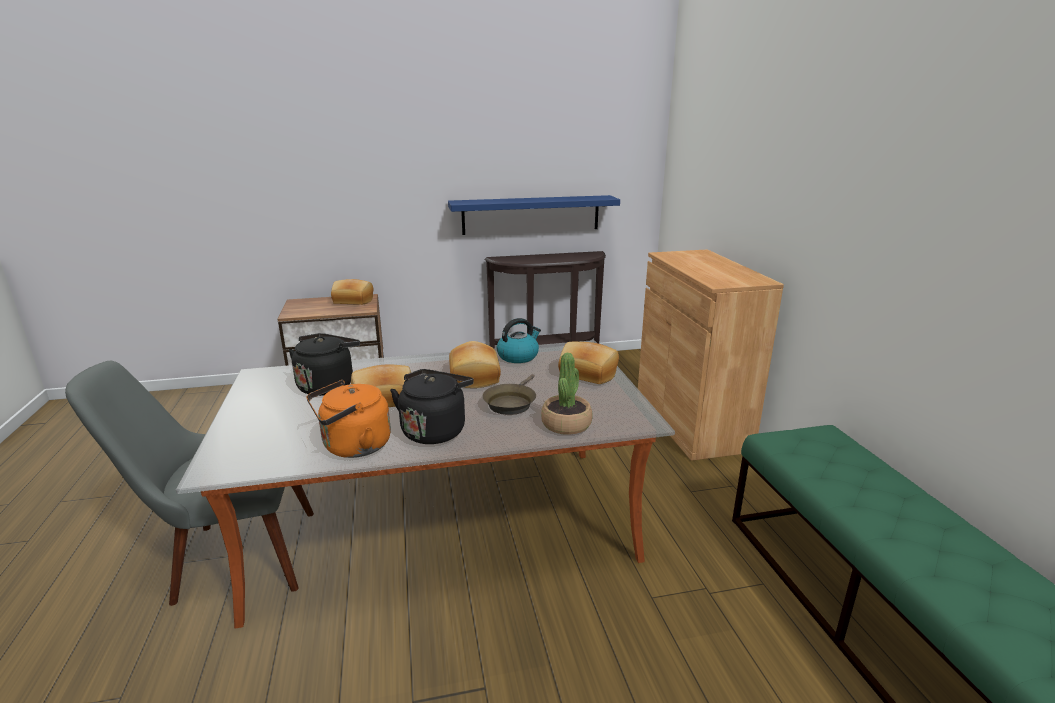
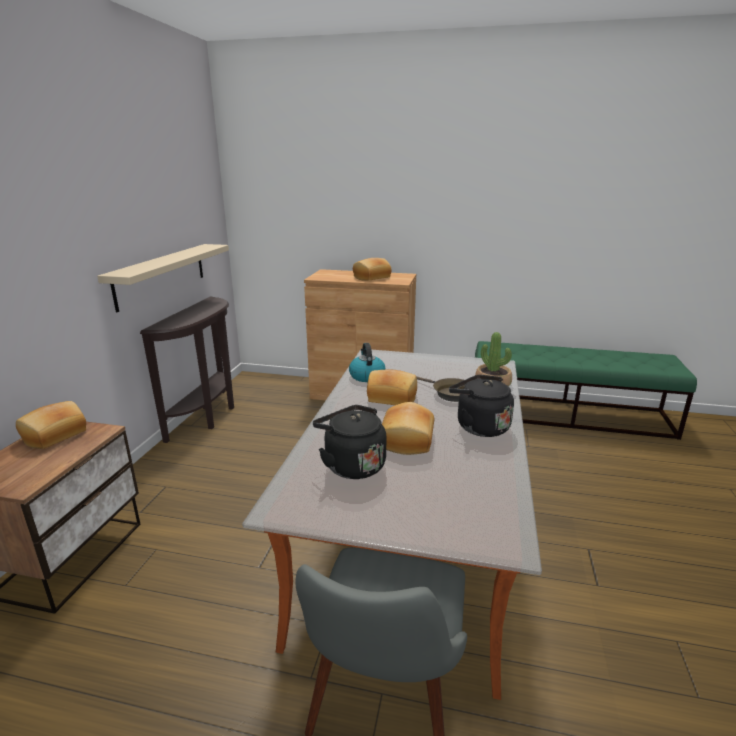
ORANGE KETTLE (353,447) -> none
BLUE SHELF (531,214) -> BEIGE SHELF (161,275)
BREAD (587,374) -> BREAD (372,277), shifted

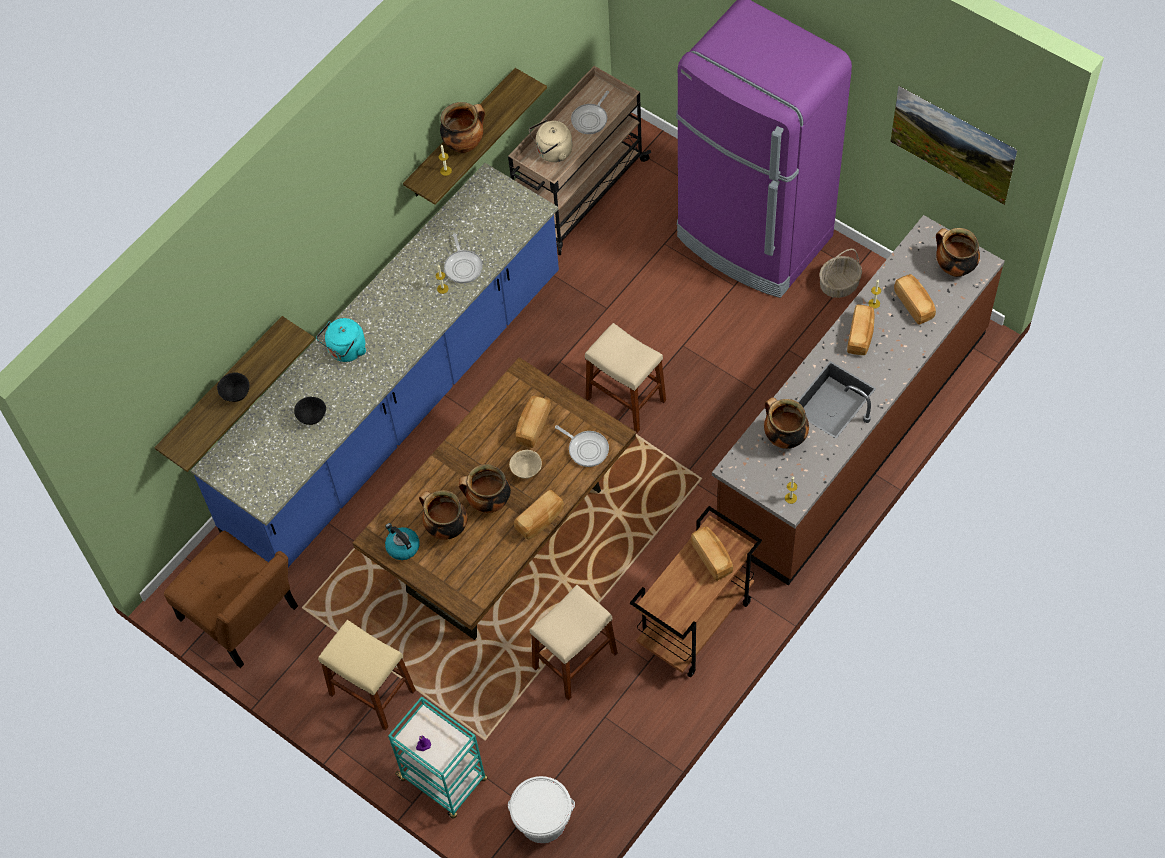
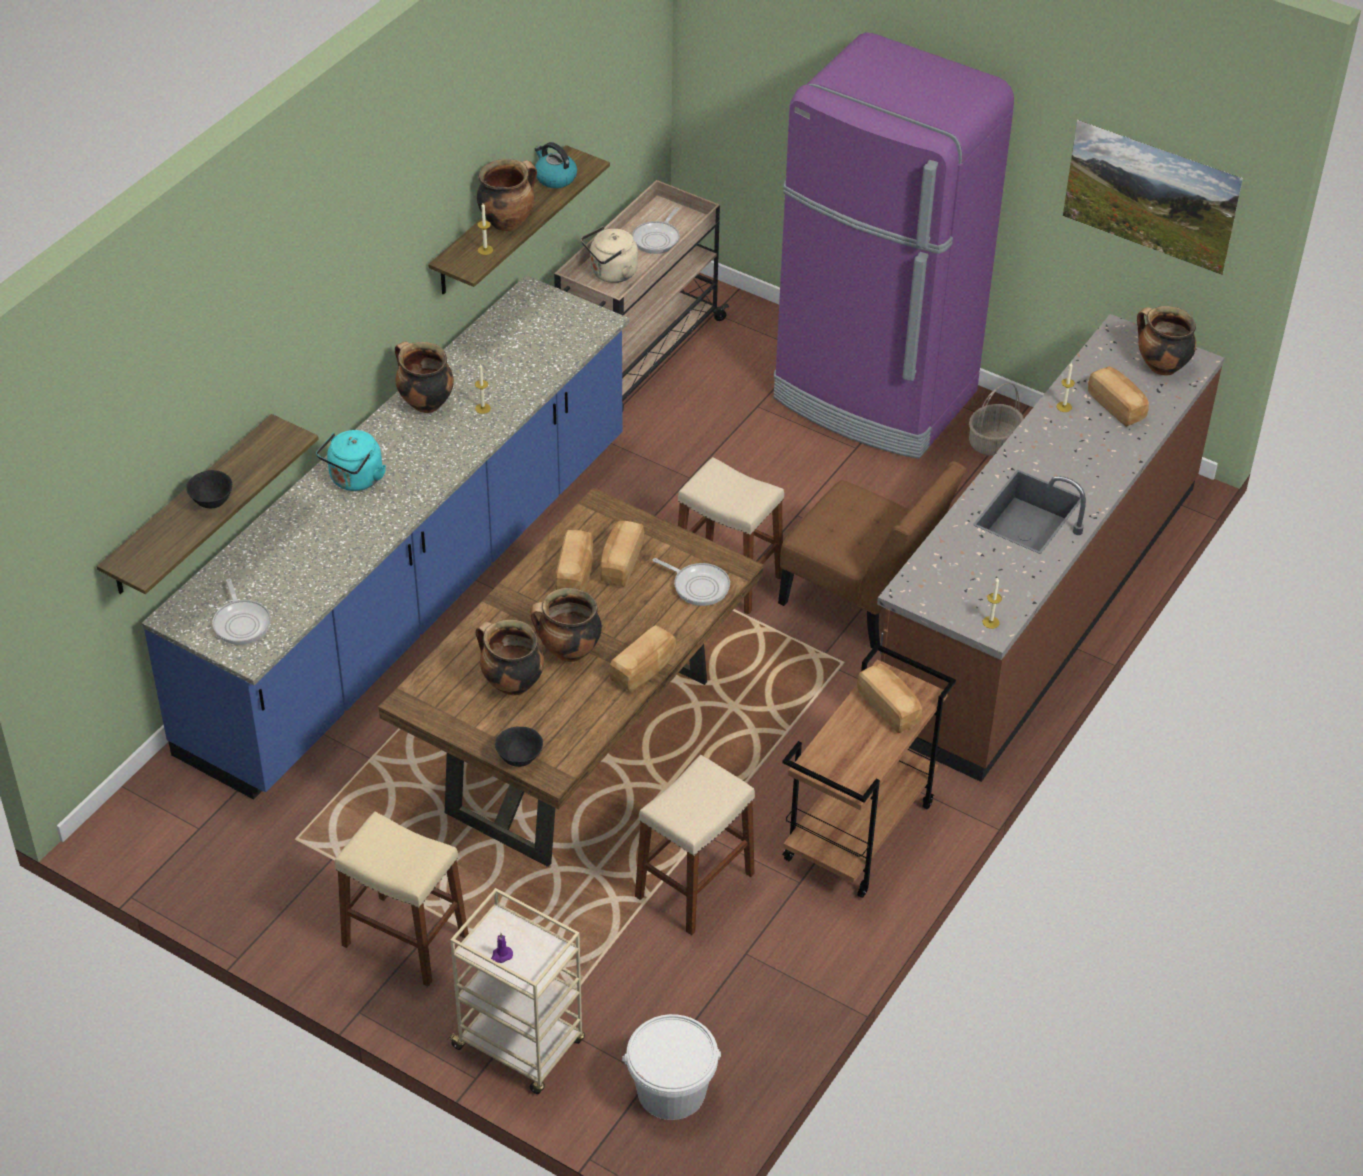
BROWN CHAIR (242,617) -> BROWN CHAIR (863,599), shifted
BLACK BOWL (312,418) -> BLACK BOWL (520,759), shifted
KETTLE (402,546) -> KETTLE (555,178), shifted
TURQUOISE CART (444,780) -> BEIGE CART (520,1045)
FRYING PAN (463,266) -> FRYING PAN (241,623), shifted
BEIGE BOWL (526,471) -> none
COOKING POT (784,438) -> COOKING POT (424,403), shifted
BREAD (861,336) -> BREAD (576,573), shifted

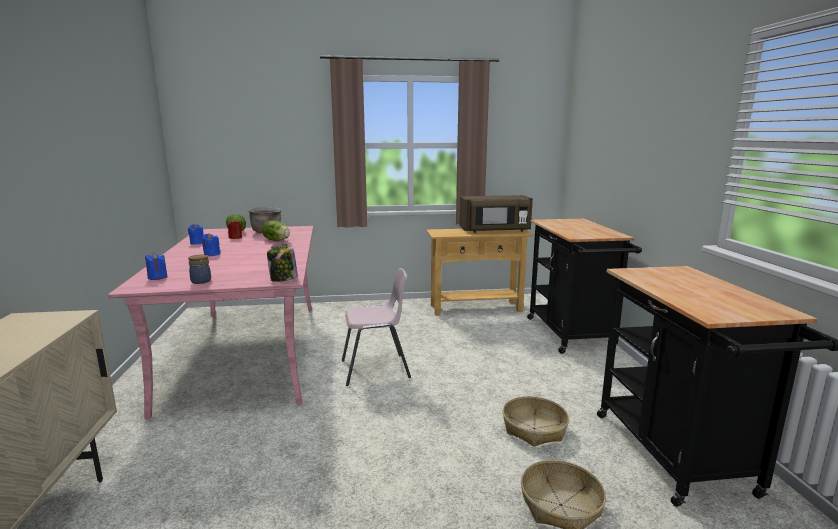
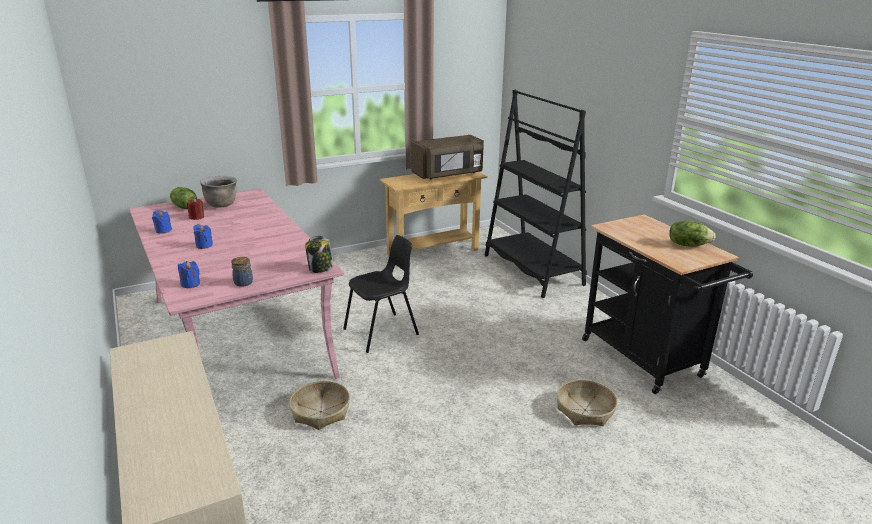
LETTUCE (277,240) -> LETTUCE (688,245), shifted
PINK CHAIR (376,369) -> BLACK CHAIR (382,332)
BASKET (534,428) -> BASKET (321,411), shifted
BLACK CART (572,336) -> BLACK BOOKCASE (532,270)

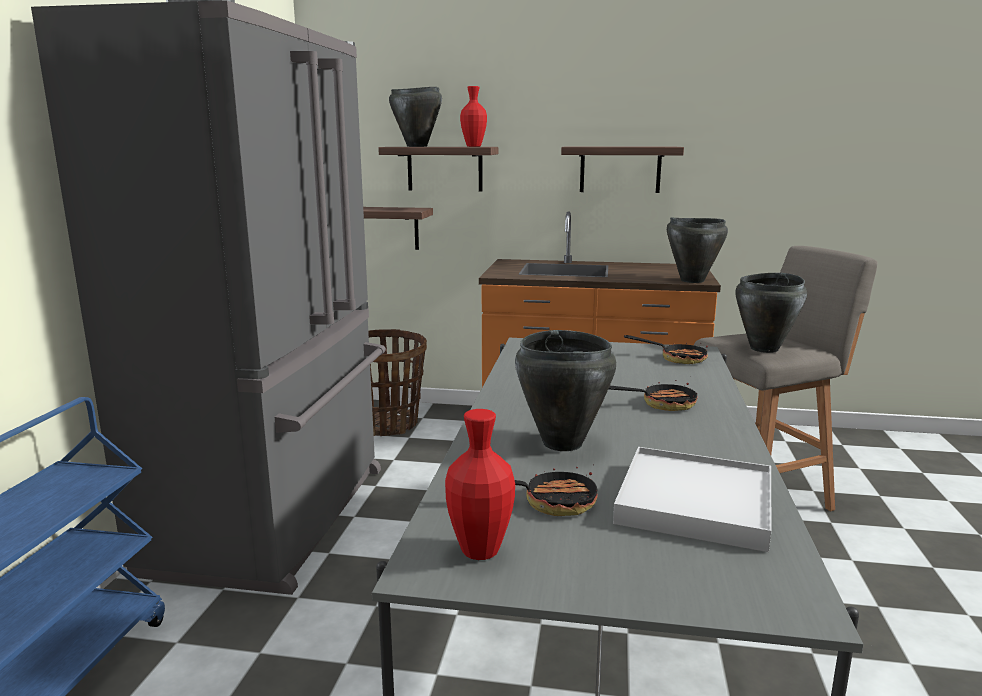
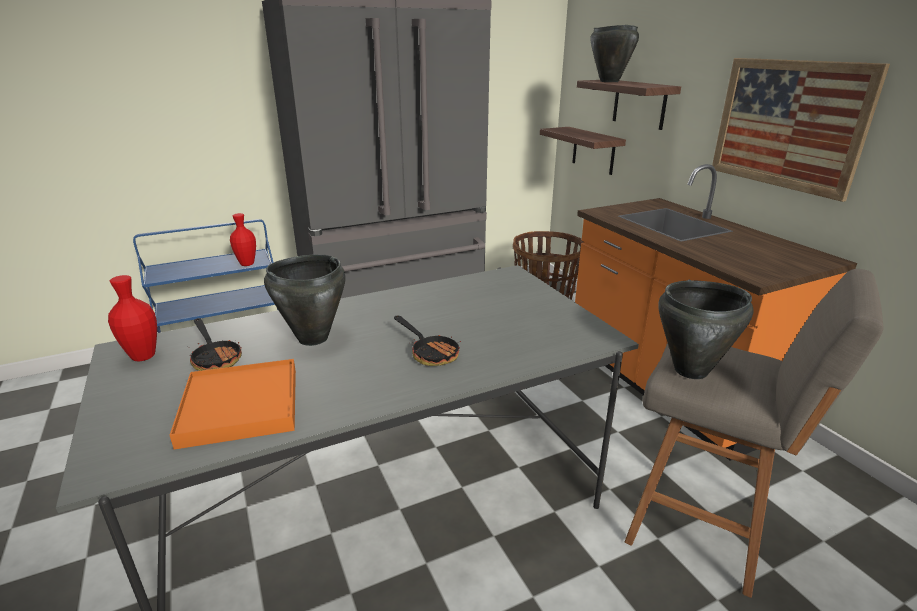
RED VASE (473,146) -> RED VASE (247,264), shifted
SHELF (620,169) -> PICTURE (788,124)
WHITE TRAY (695,503) -> ORANGE TRAY (241,406)
FRYING PAN (676,358) -> none
BLACK COOKING POT (691,280) -> none

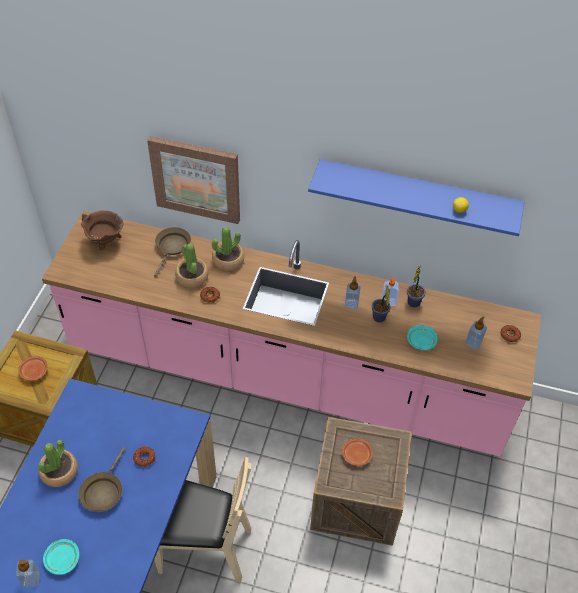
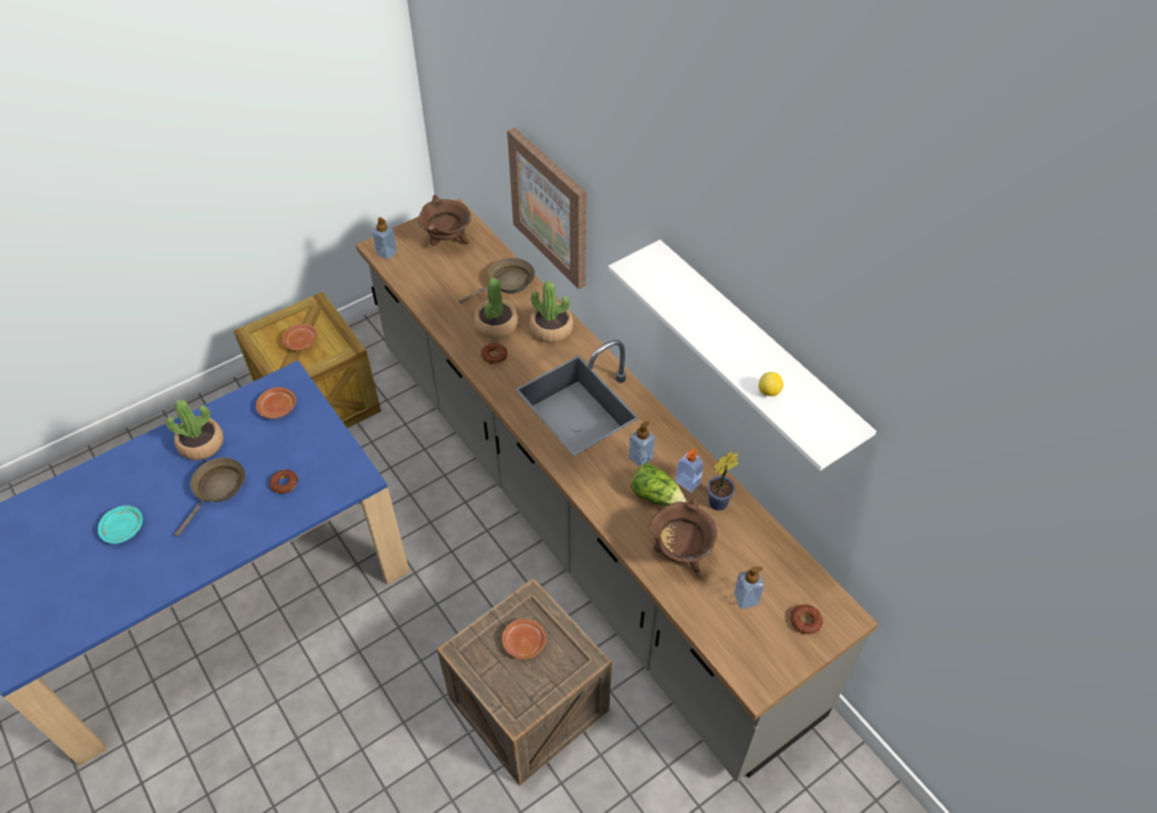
SOAP DISPENSER (31,579) -> SOAP DISPENSER (386,253), shifted
PINK COUNTER (286,377) -> GREY COUNTER (578,516)
BROWN FRYING PAN (103,491) -> BROWN FRYING PAN (218,490), 150 degrees clockwise
BEIGE CHAIR (204,548) -> none
BLUE SHELF (417,195) -> WHITE SHELF (755,350)
POTTED PLANT (379,319) -> LETTUCE (656,495)
TURQUOISE PLATE (421,341) -> BROWN COOKING POT (680,553)
none -> BROWN PLATE (278,408)

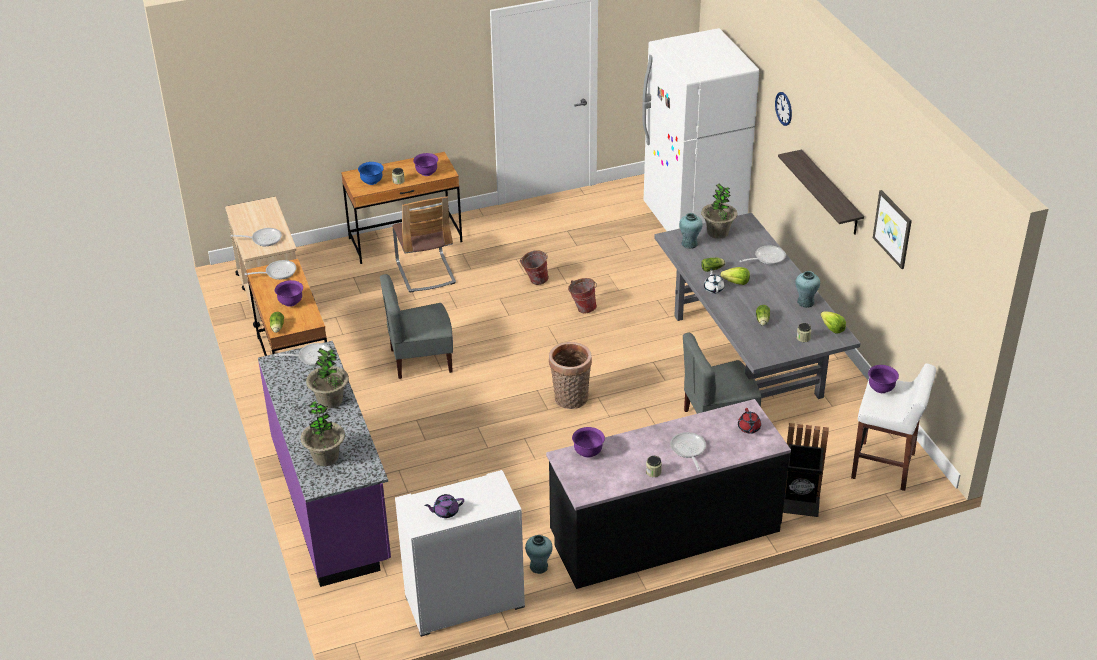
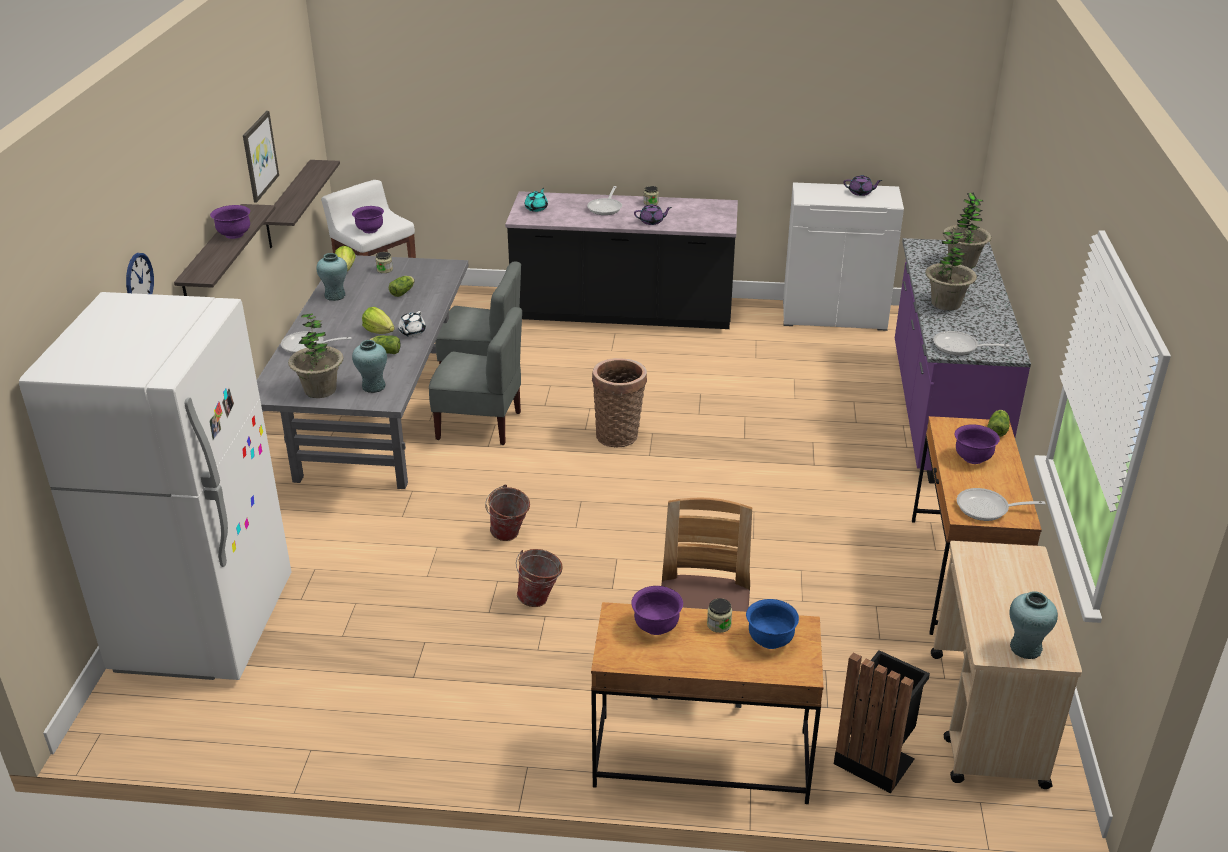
FRYING PAN (263,239) -> none
GREY CHAIR (420,360) -> GREY CHAIR (480,425), shifted
TURQUOISE VASE (539,566) -> TURQUOISE VASE (1025,648), shifted
PURPLE BOWL (588,452) -> PURPLE BOWL (234,234), shifted
RED TEAPOT (749,428) -> TURQUOISE TEAPOT (536,208)
BLACK TRASH CAN (799,504) -> BLACK TRASH CAN (875,758), shifted
none -> SHELF (288,204)
none -> PURPLE TEAPOT (652,221)

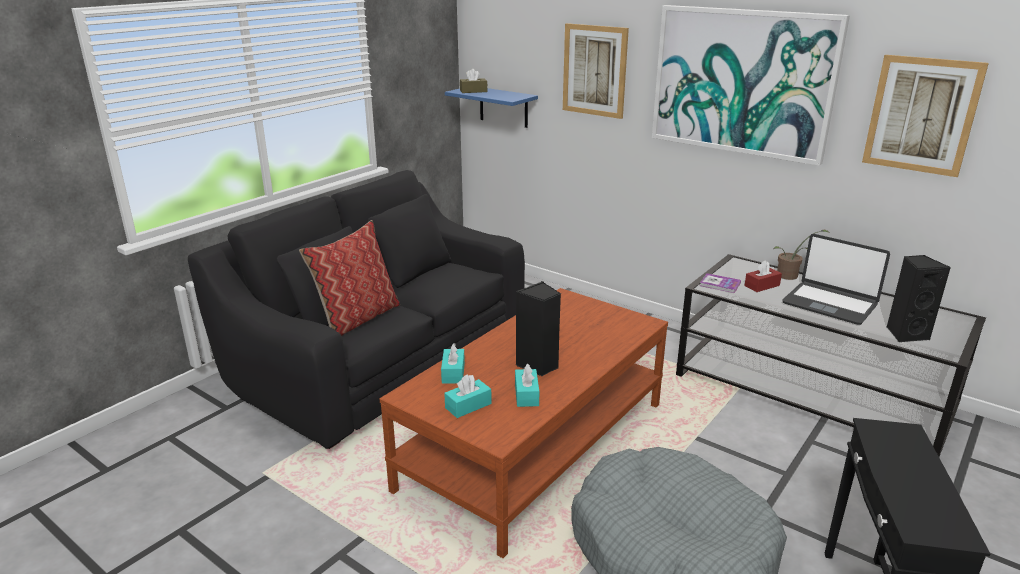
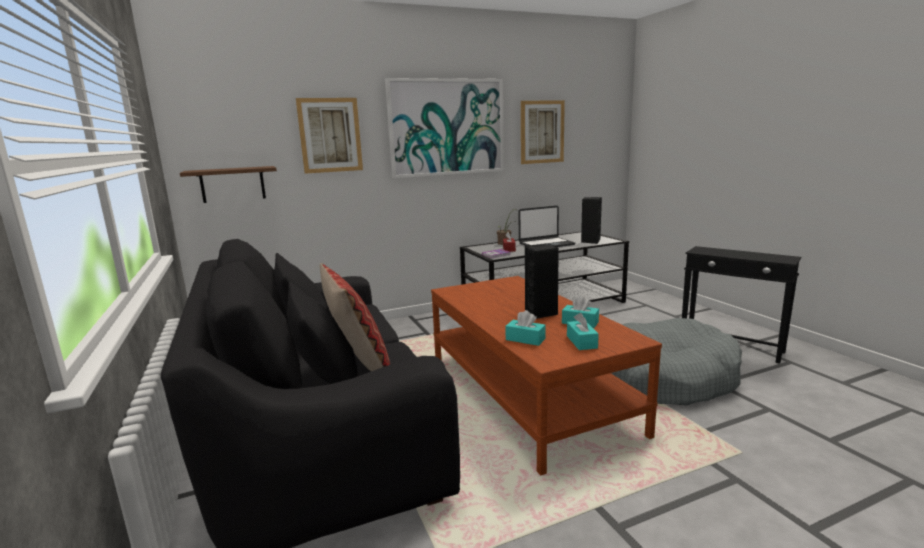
BLUE SHELF (503,107) -> BROWN SHELF (232,184)
BROWN TISSUE BOX (473,91) -> none

